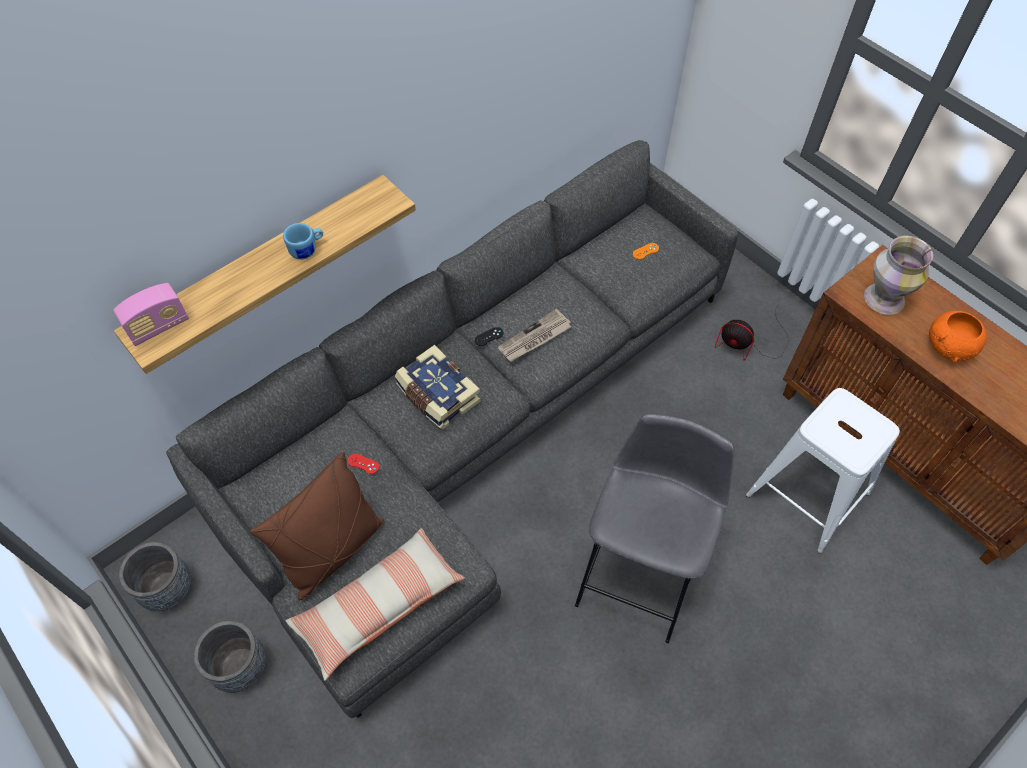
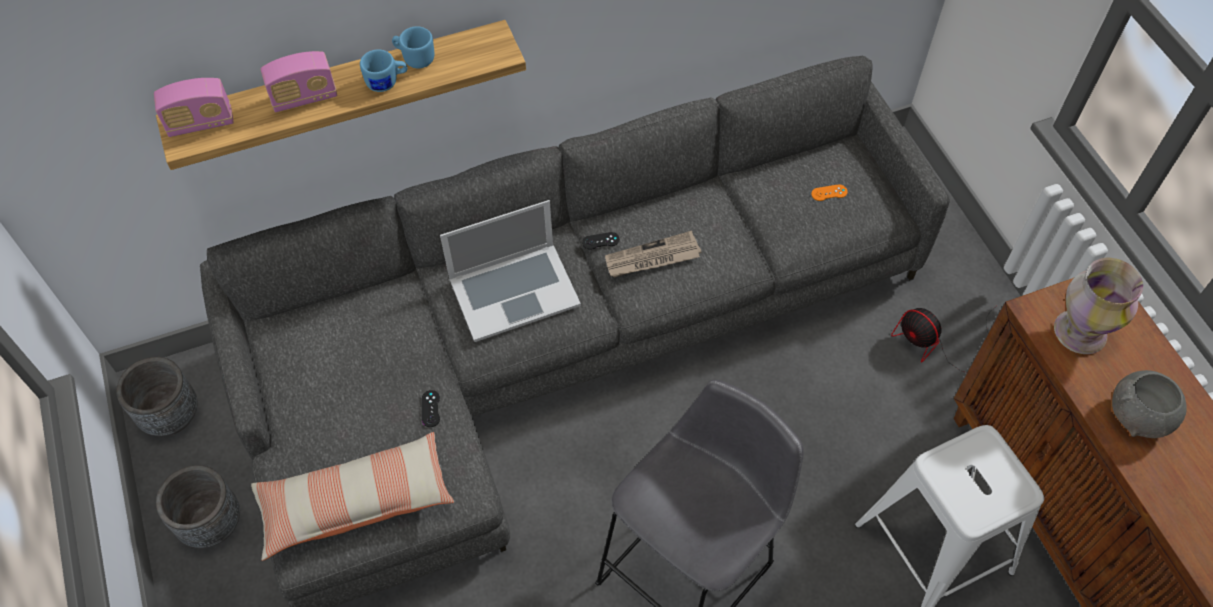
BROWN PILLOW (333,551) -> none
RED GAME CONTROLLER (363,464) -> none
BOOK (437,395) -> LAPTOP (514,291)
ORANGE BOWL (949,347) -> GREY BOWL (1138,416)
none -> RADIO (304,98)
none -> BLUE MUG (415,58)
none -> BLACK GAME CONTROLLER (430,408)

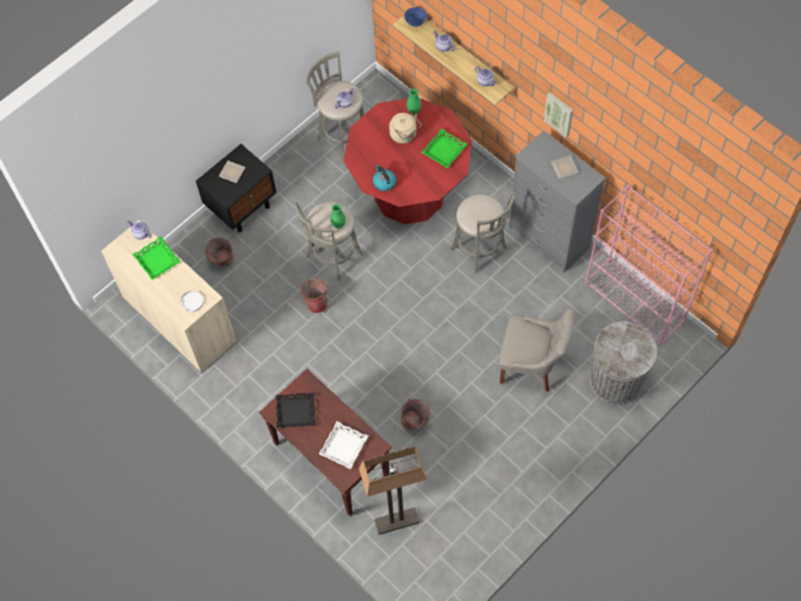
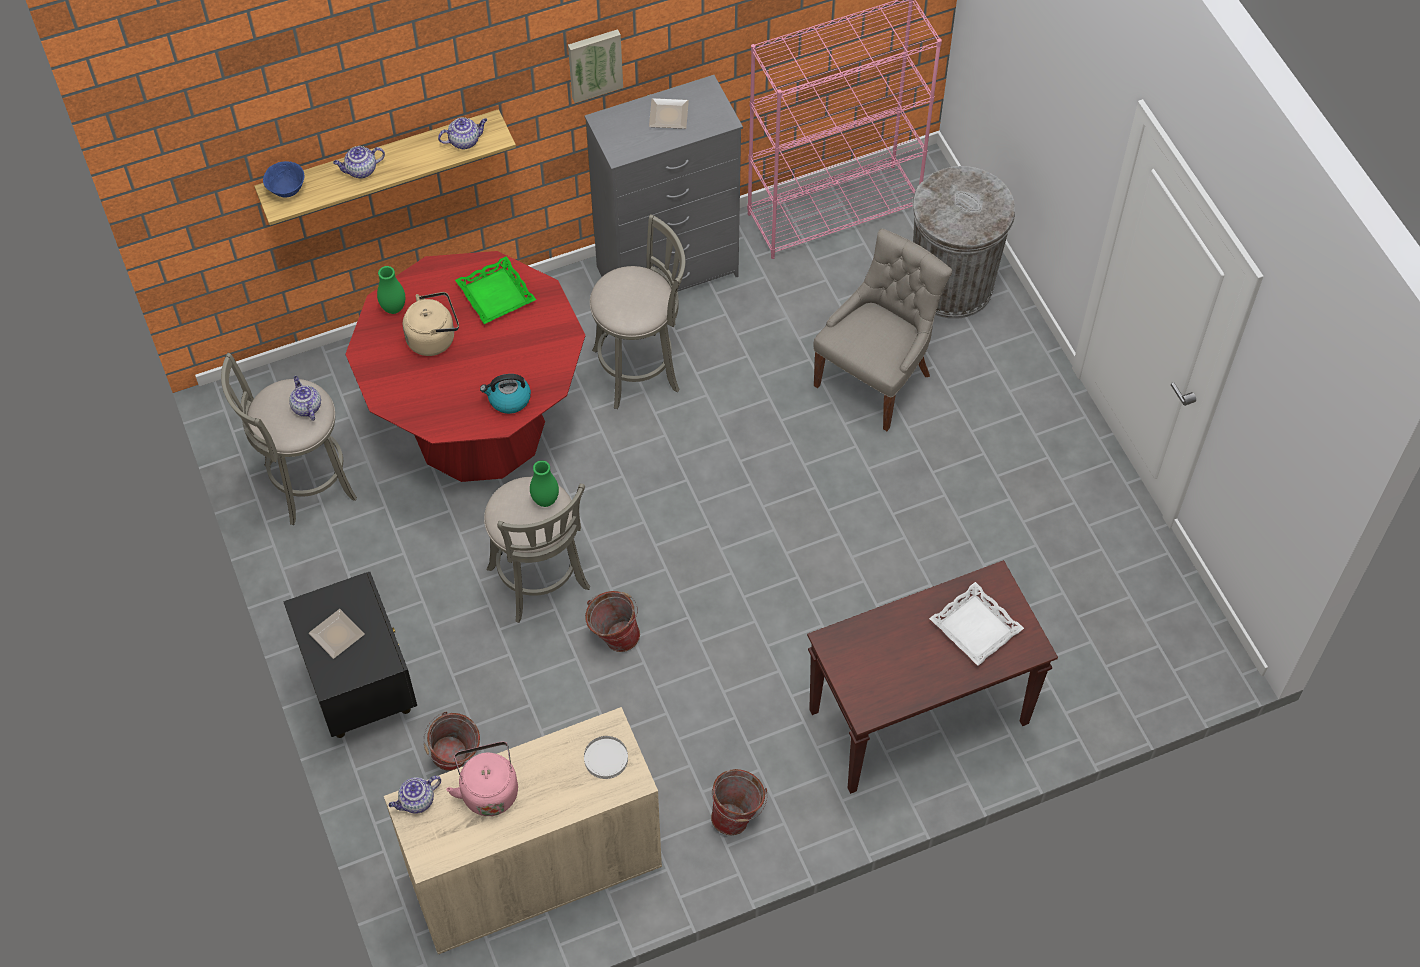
GREEN TRAY (157,260) -> PINK KETTLE (488,790)
BLACK TRAY (295,412) -> none
FLOOR LAMP (397,521) -> none
BUCKET (415,423) -> BUCKET (738,816), shifted

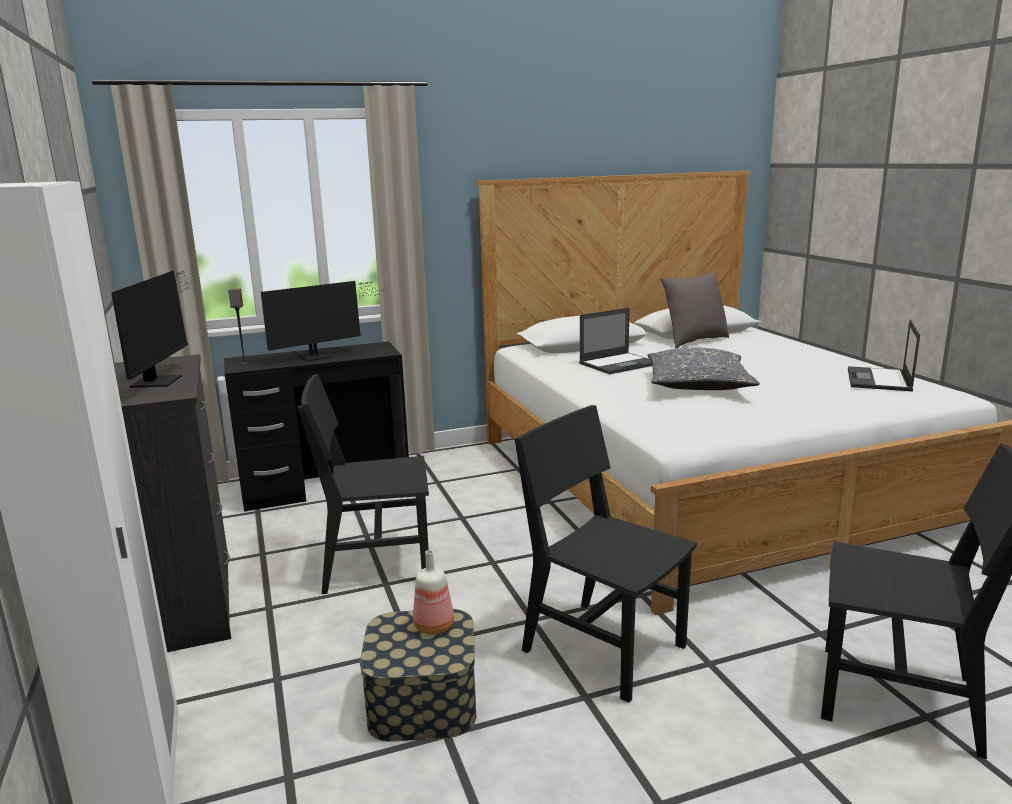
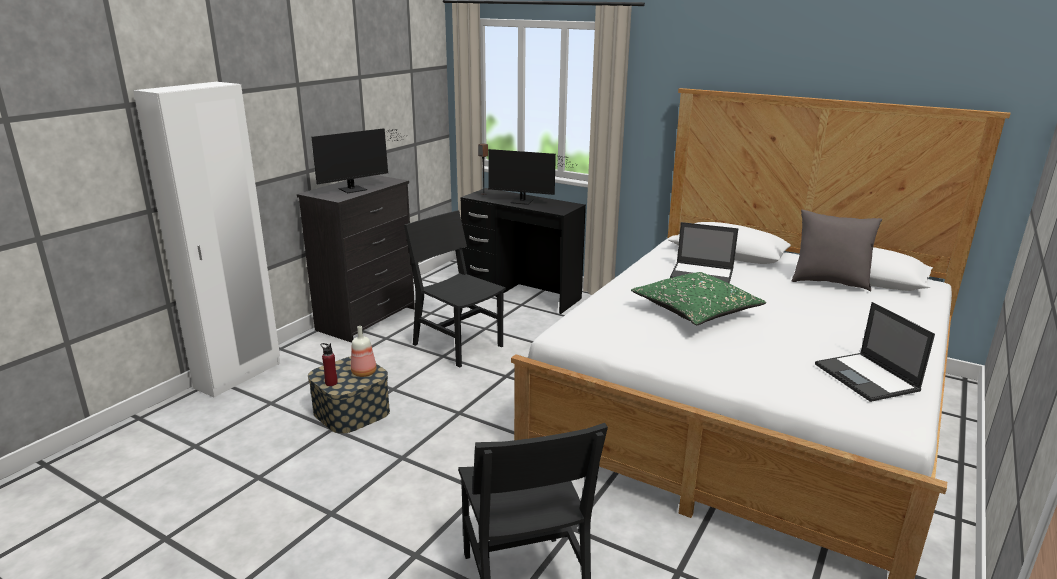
BLACK CHAIR (604,648) -> none
GREY PILLOW (698,385) -> GREEN PILLOW (696,311)
LAPTOP (879,380) -> LAPTOP (867,378), 90 degrees counterclockwise
none -> RED BOTTLE (331,383)

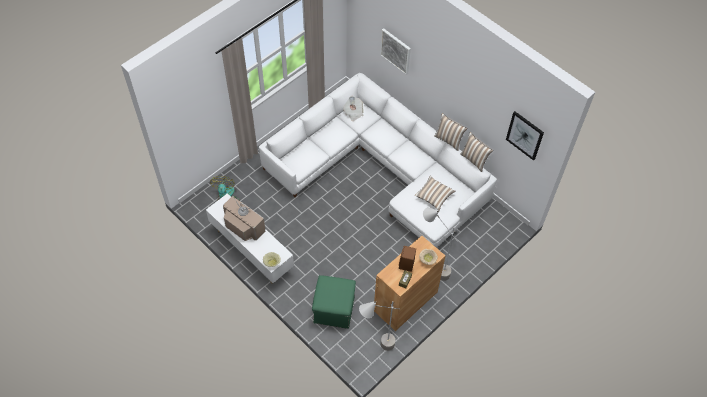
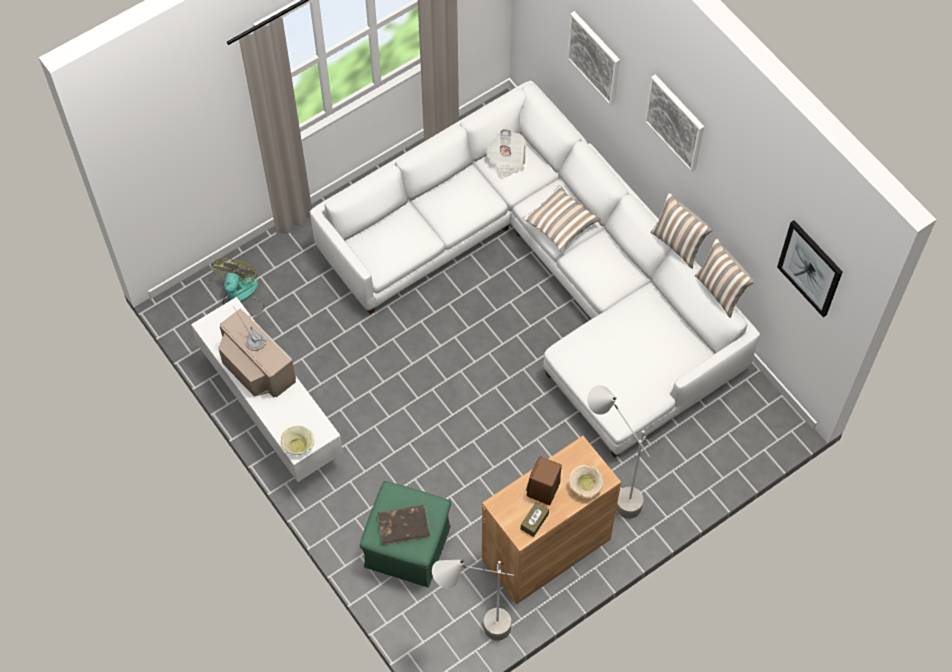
PILLOW (434,196) -> PILLOW (560,225), shifted
none -> BROWN BOOK (404,525)
none -> PICTURE (675,122)

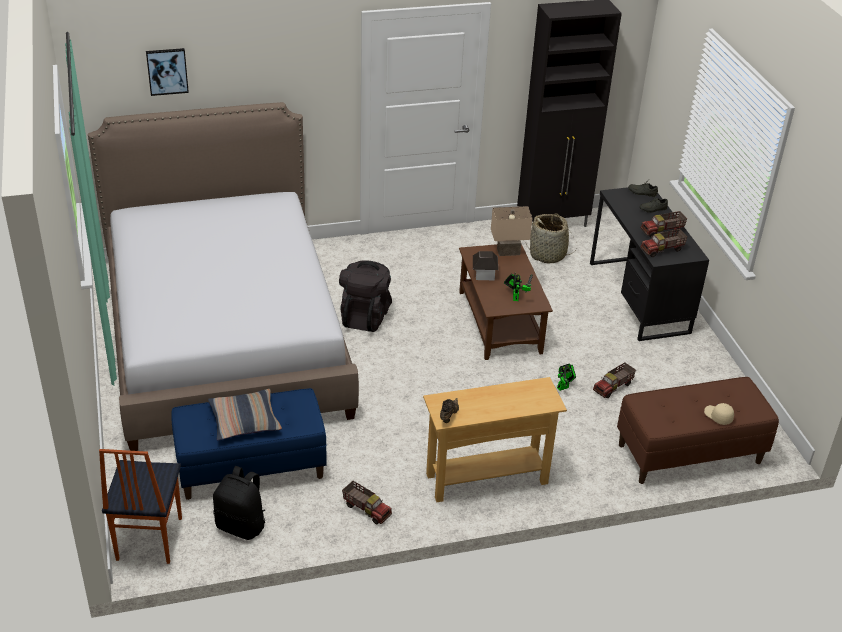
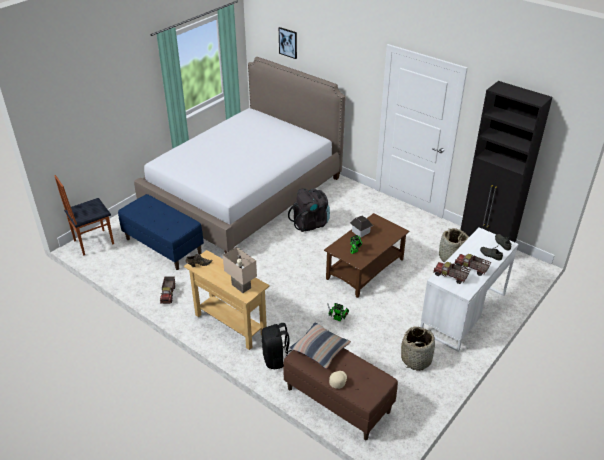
PILLOW (244,421) -> PILLOW (320,349), shifted
BLACK BACKPACK (242,525) -> BLACK BACKPACK (276,359), shifted
BEIGE TABLE LAMP (508,251) -> BEIGE TABLE LAMP (242,286), shifted
BLACK DESK (638,297) -> WHITE DESK (463,312)
TOY TRUCK (613,387) -> none
none -> BASKET (416,359)

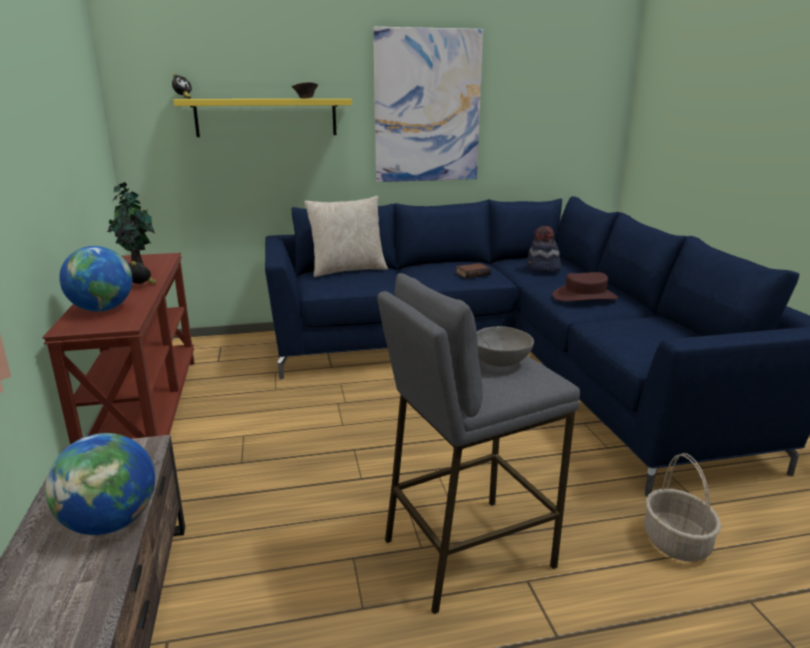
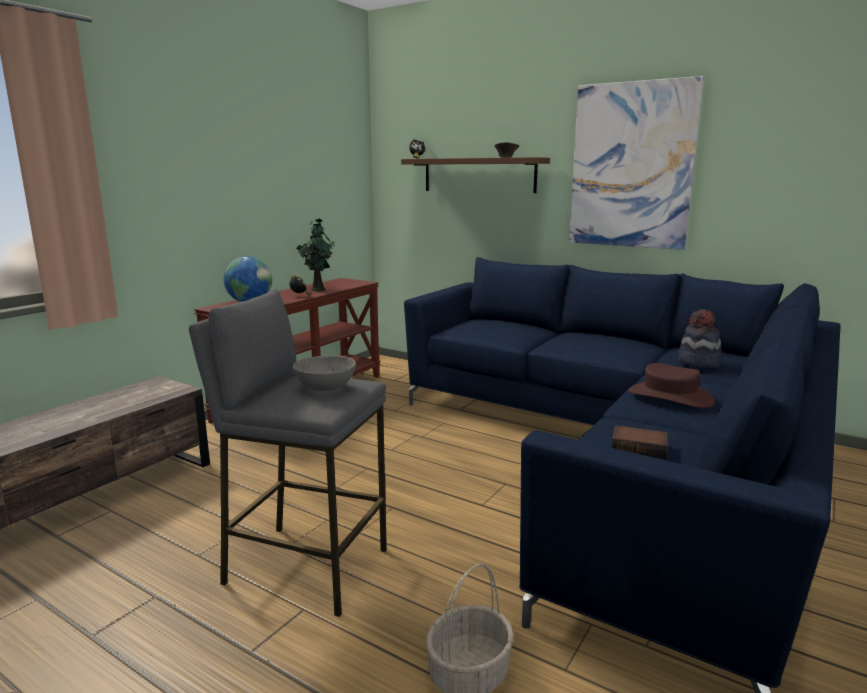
GLOBE (110,523) -> none
YELLOW SHELF (266,117) -> BROWN SHELF (478,175)
BEIGE PILLOW (347,270) -> none
BOOK (472,273) -> BOOK (640,447), shifted

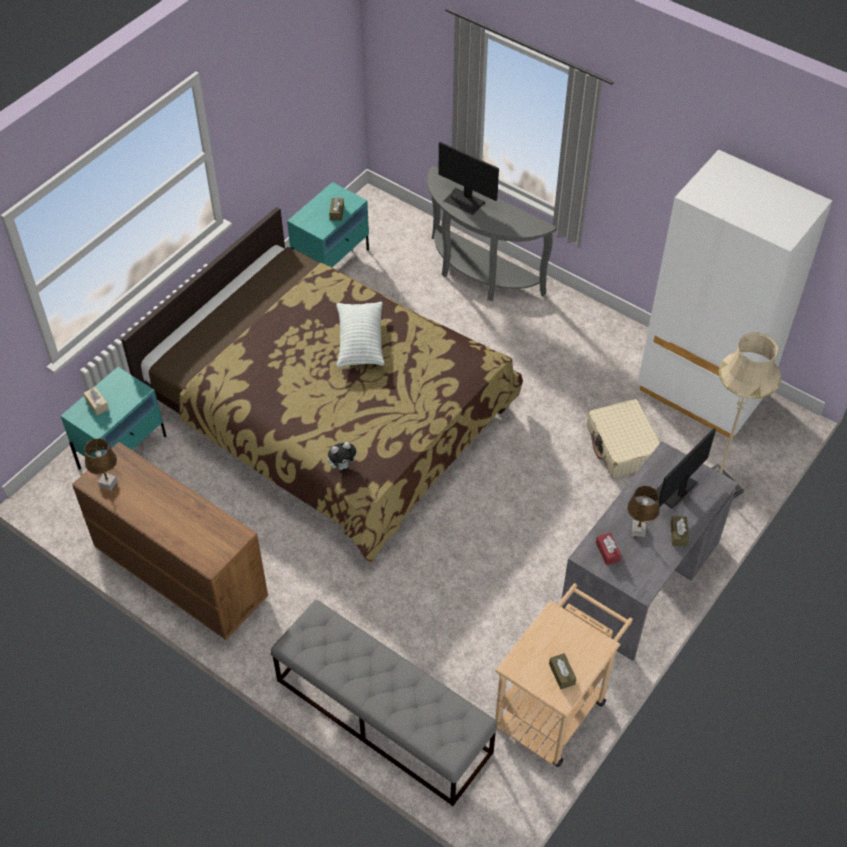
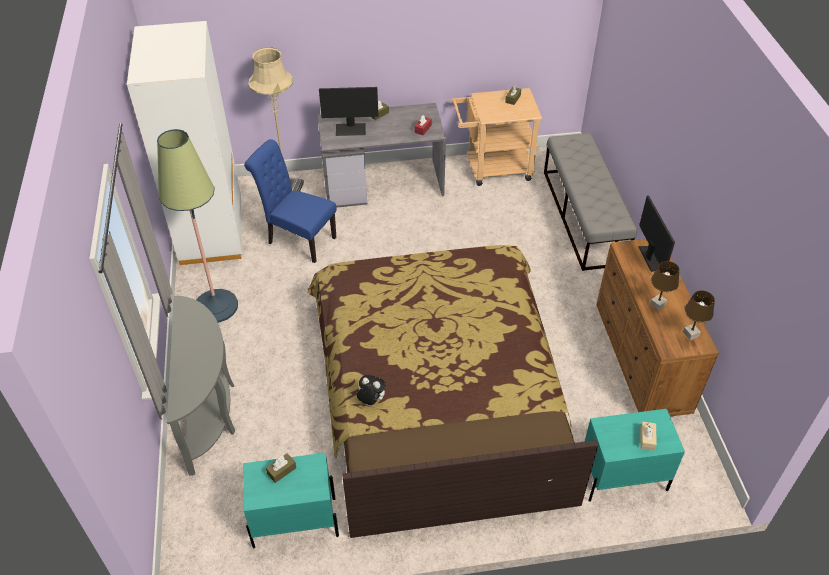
PLUSH TOY (343,465) -> PLUSH TOY (371,400), shifted
PILLOW (360,342) -> none
MONITOR (464,201) -> MONITOR (653,257), shifted
BEIGE SUITCASE (622,446) -> BLUE CHAIR (298,239)
BROWN TABLE LAMP (638,530) -> BROWN TABLE LAMP (657,304), shifted
none -> FLOOR LAMP (216,306)

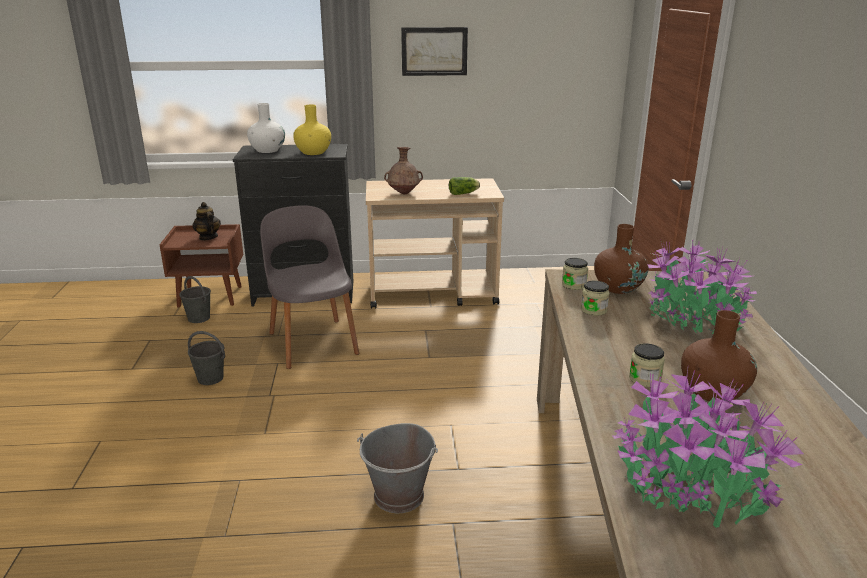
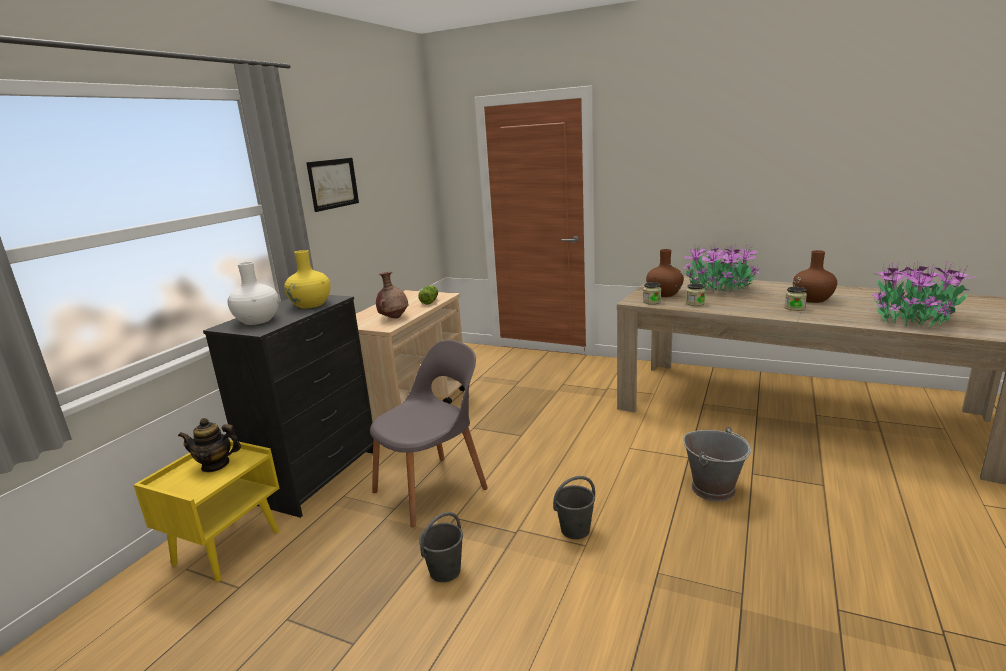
BROWN NIGHTSTAND (211,296) -> YELLOW NIGHTSTAND (227,547)
GREY BUCKET (199,318) -> GREY BUCKET (575,529), shifted
GREY CHAIR (313,342) -> GREY CHAIR (433,488), 135 degrees clockwise

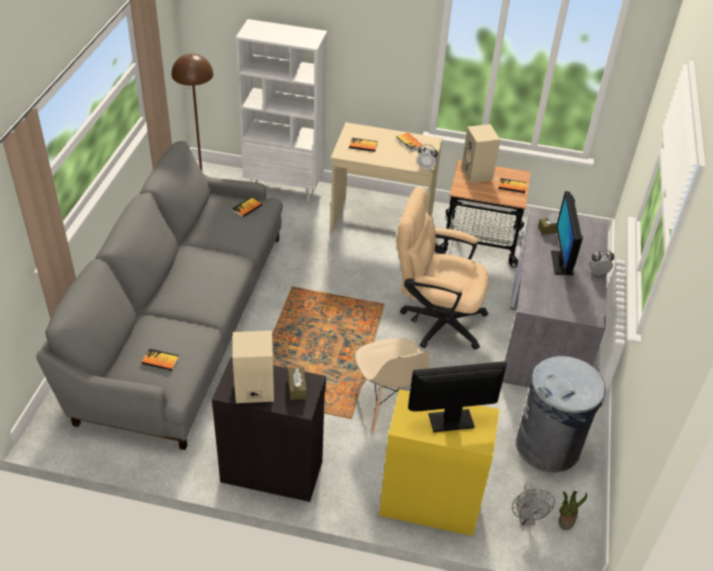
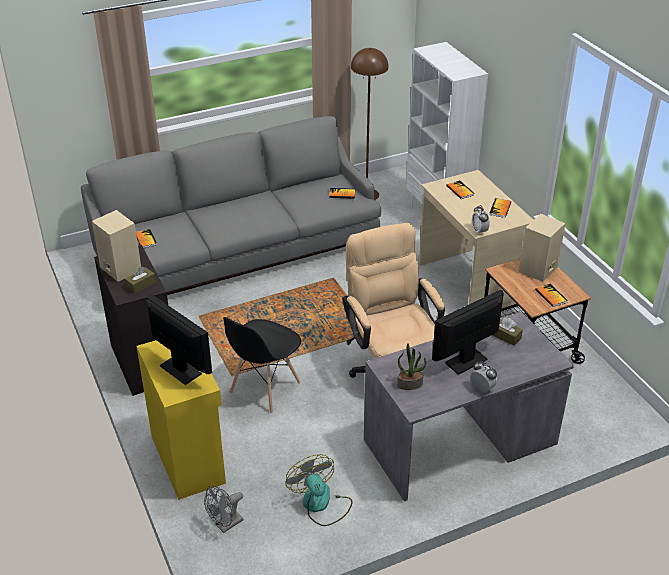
BEIGE CHAIR (388,406) -> BLACK CHAIR (264,388)
GREY TRASH CAN (548,446) -> FAN (321,504)
POTTED PLANT (566,519) -> POTTED PLANT (410,384), shifted

